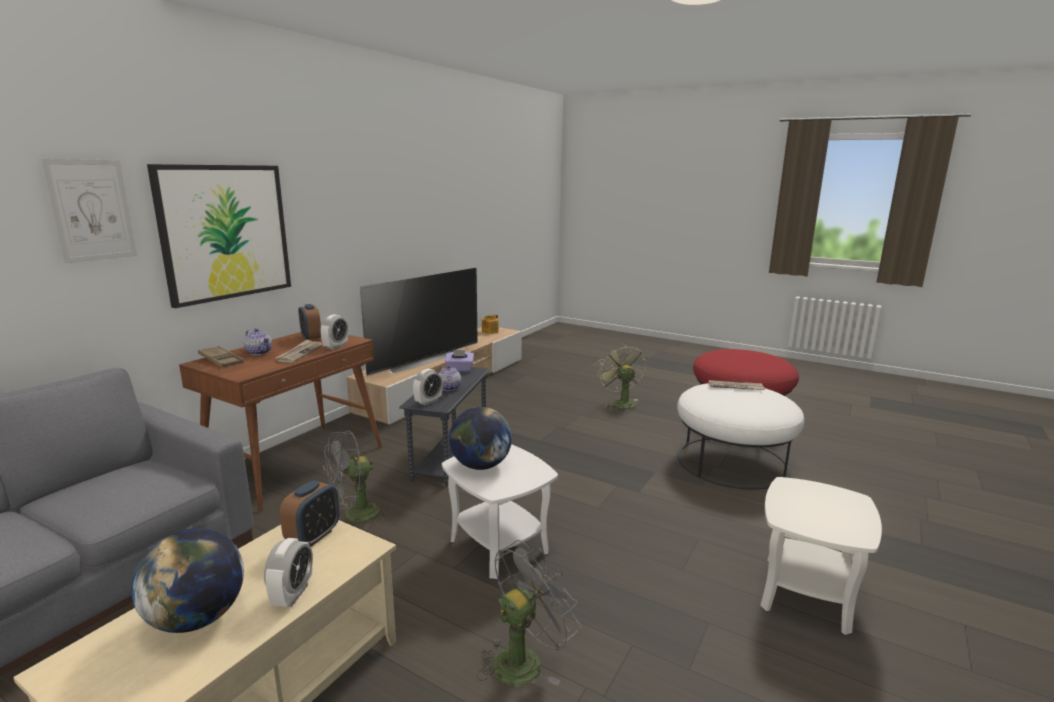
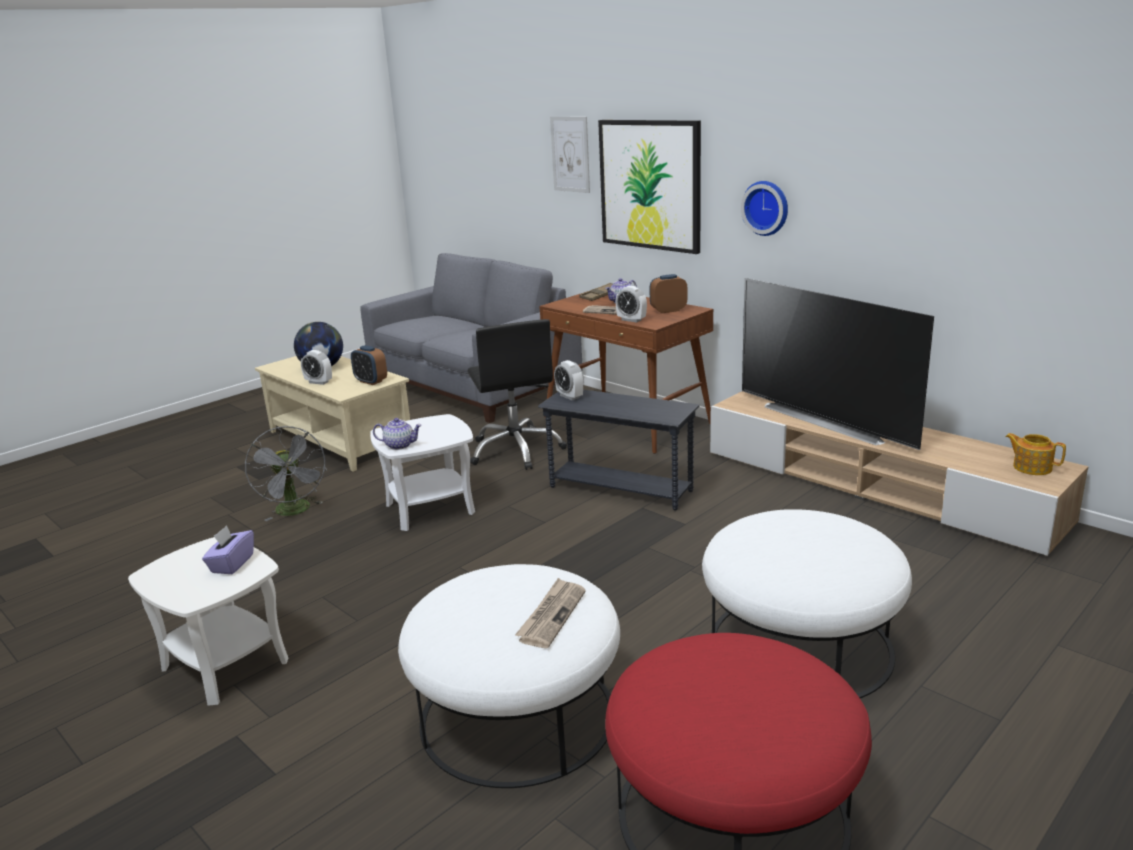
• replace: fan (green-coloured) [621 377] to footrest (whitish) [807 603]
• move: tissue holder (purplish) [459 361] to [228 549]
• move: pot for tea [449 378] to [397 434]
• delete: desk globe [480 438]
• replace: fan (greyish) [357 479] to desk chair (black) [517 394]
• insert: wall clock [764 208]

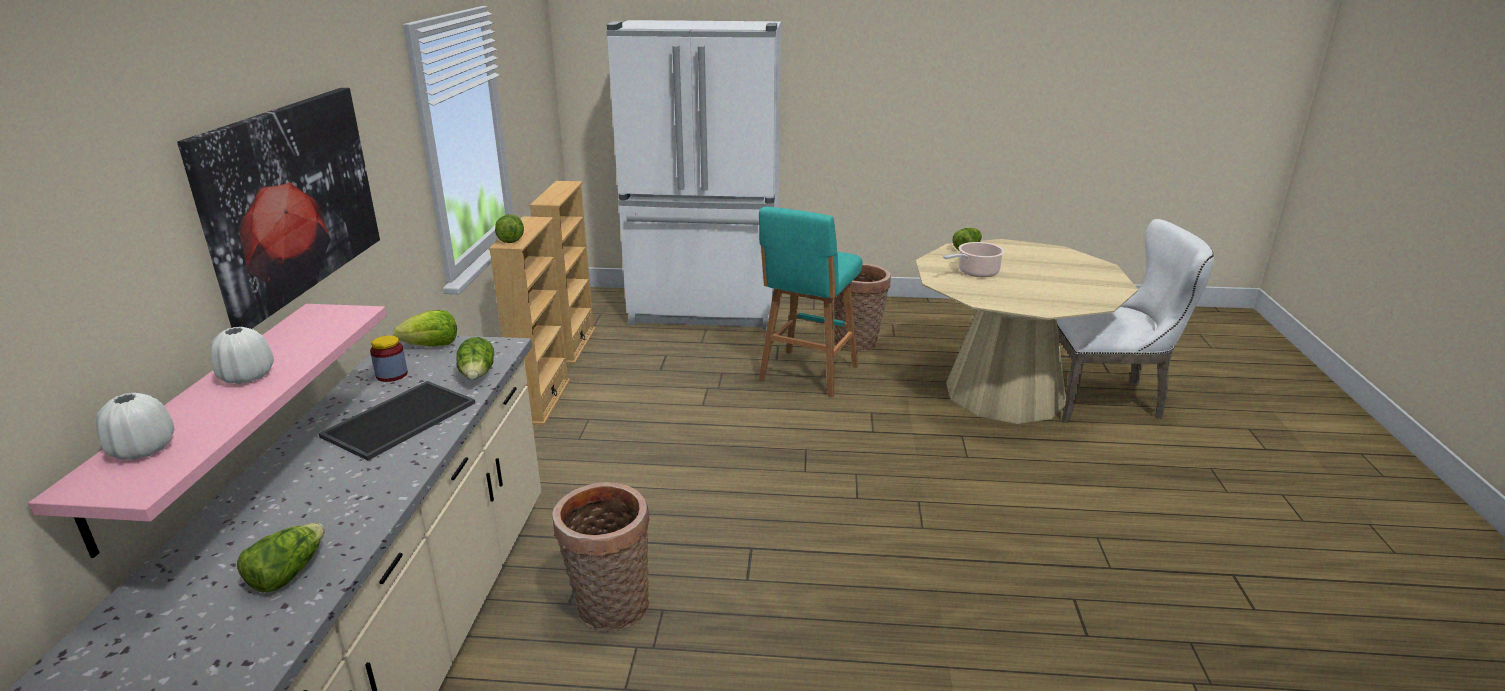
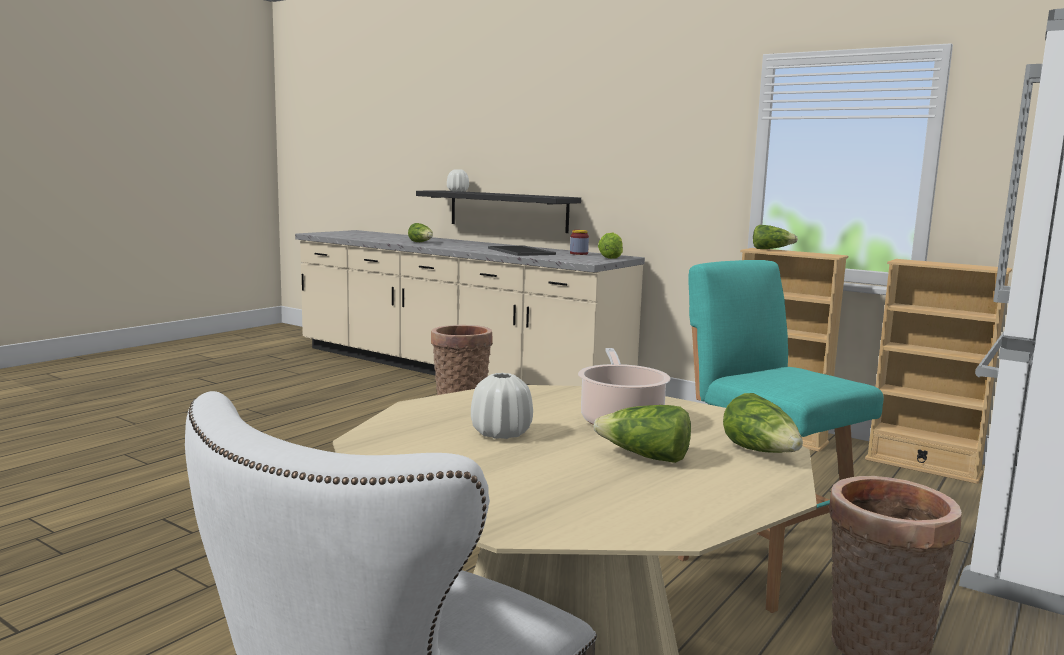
• delete: wall art [278 208]
• recolor: bracket shelf (pink-coloured) [207 431] to bracket shelf (black) [498 212]
• move: decorative vase (whitish) [242 355] to [502 406]
• move: head of lettuce [475 358] to [642 434]

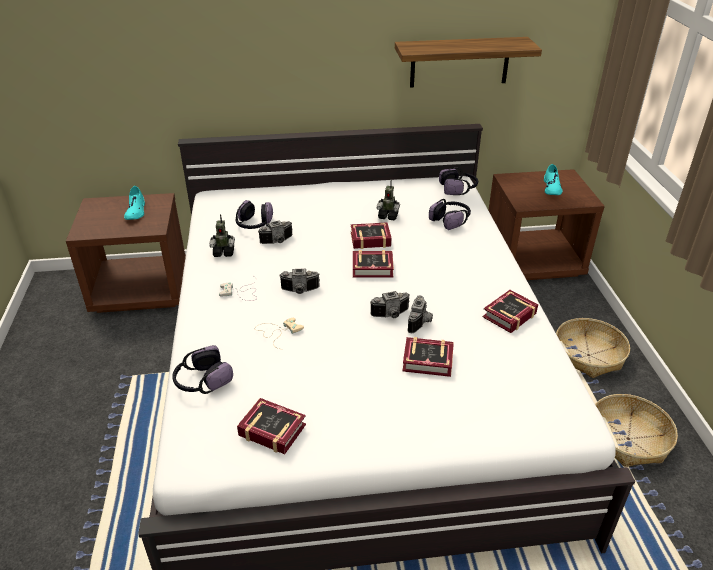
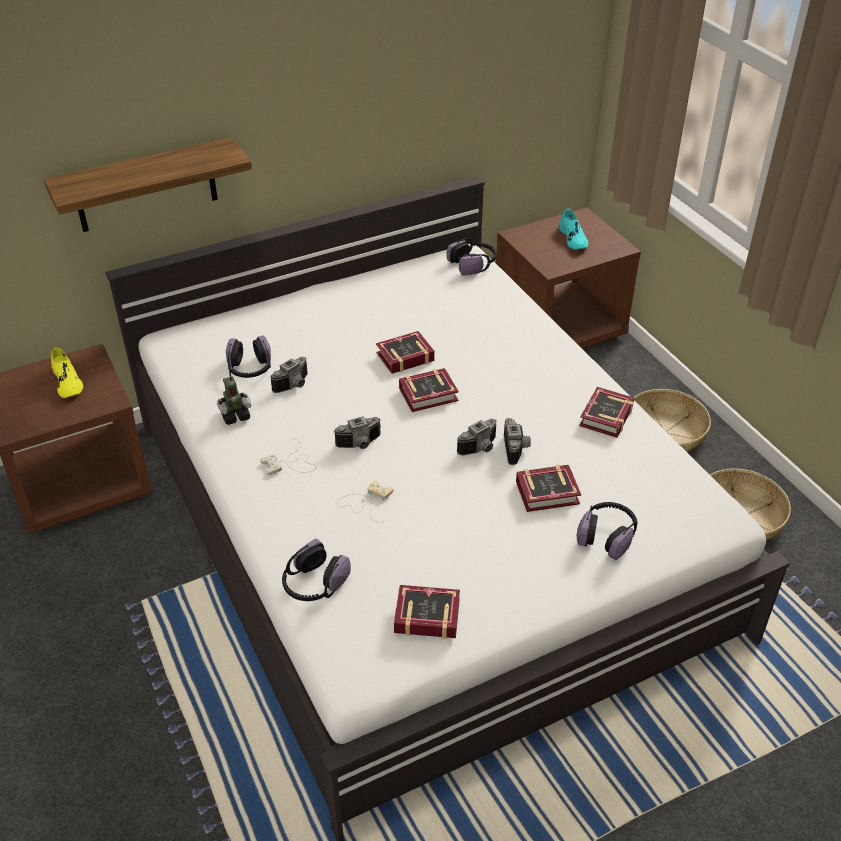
• move: bracket shelf [468 62] to [148 184]
• delete: toy robot [388 200]
• recolor: shoe (blue-green) [134 203] to shoe (yellowish) [67 372]
• move: pair of headphones [450 214] to [607 531]

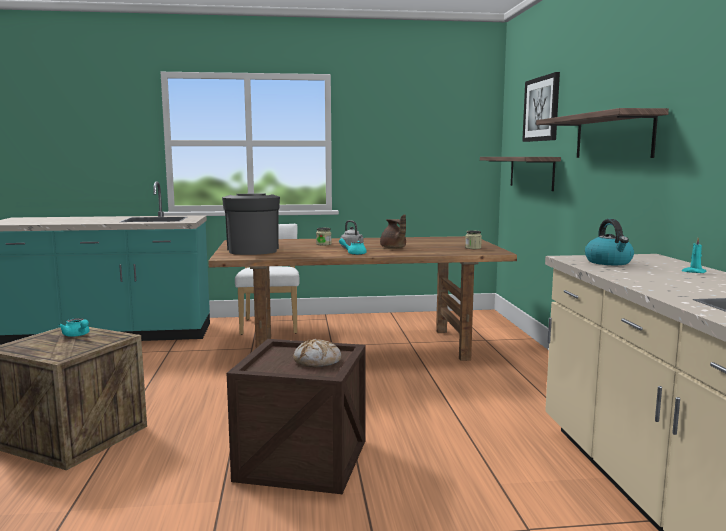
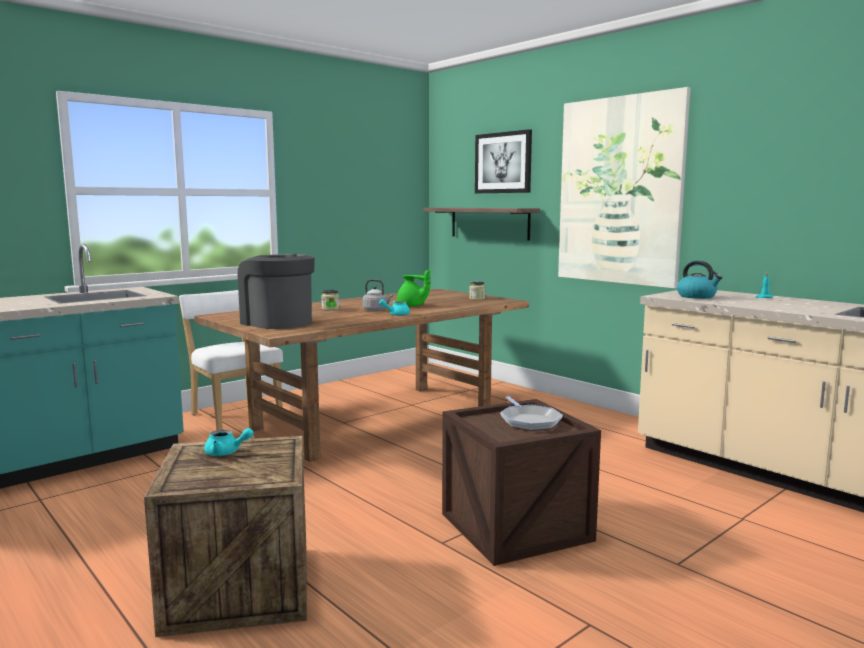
• replace: bracket shelf [602 133] to wall art [624 187]
• recolor: pot for tea (brown) [393 231] to pot for tea (green-coloured) [414 287]
• replace: baked bread [317 353] to frying pan [531 413]

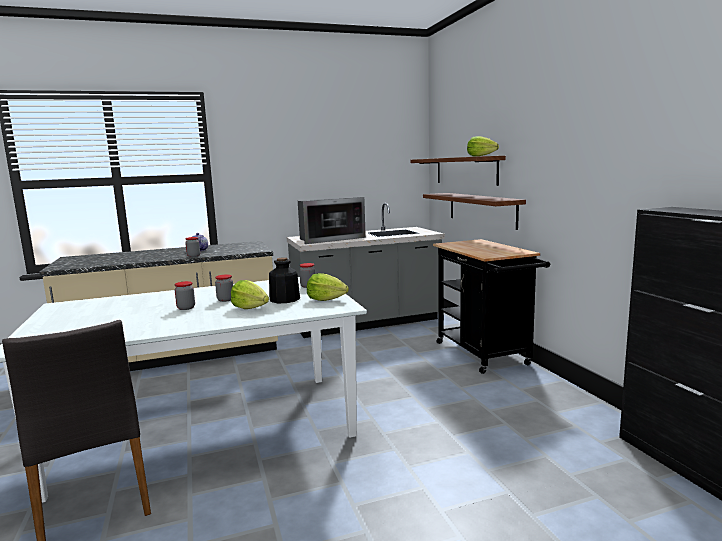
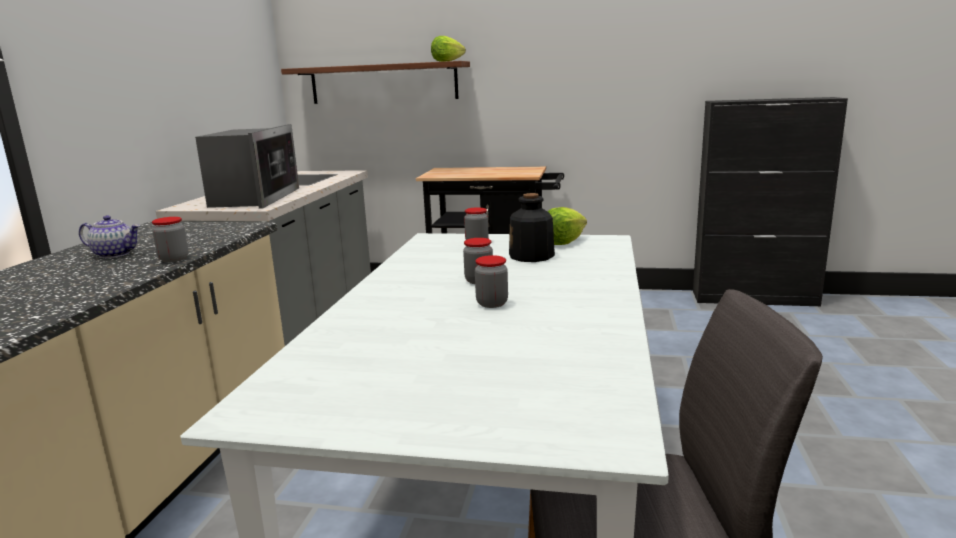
• delete: bracket shelf [474 211]
• delete: head of lettuce [250 294]

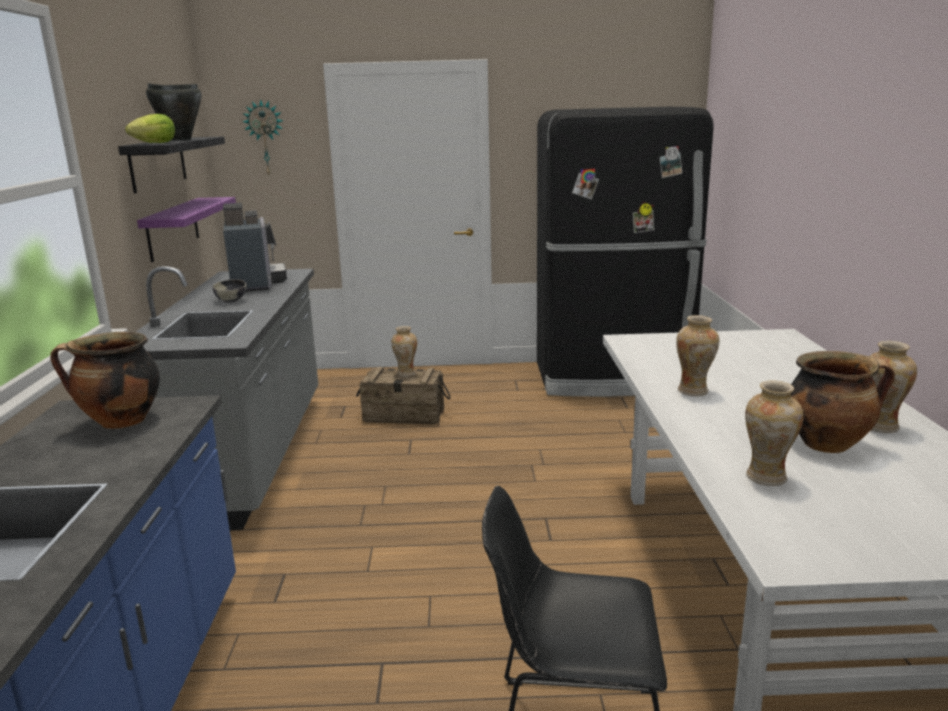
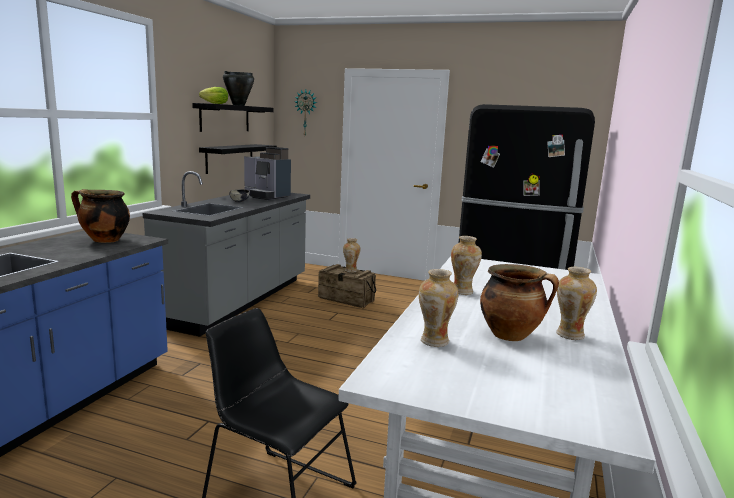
• recolor: bracket shelf (purplish) [186 229] to bracket shelf (black) [238 159]
• rotate: coffee machine [255 247] = [267 173] 120 degrees clockwise

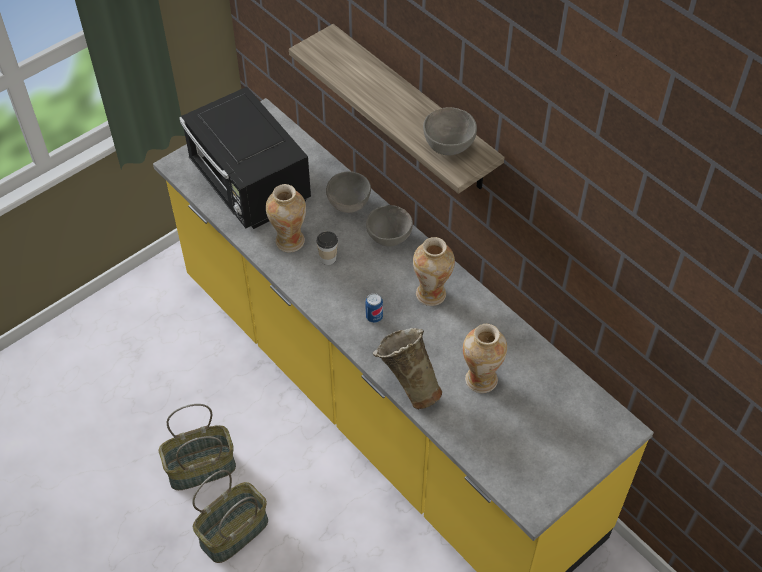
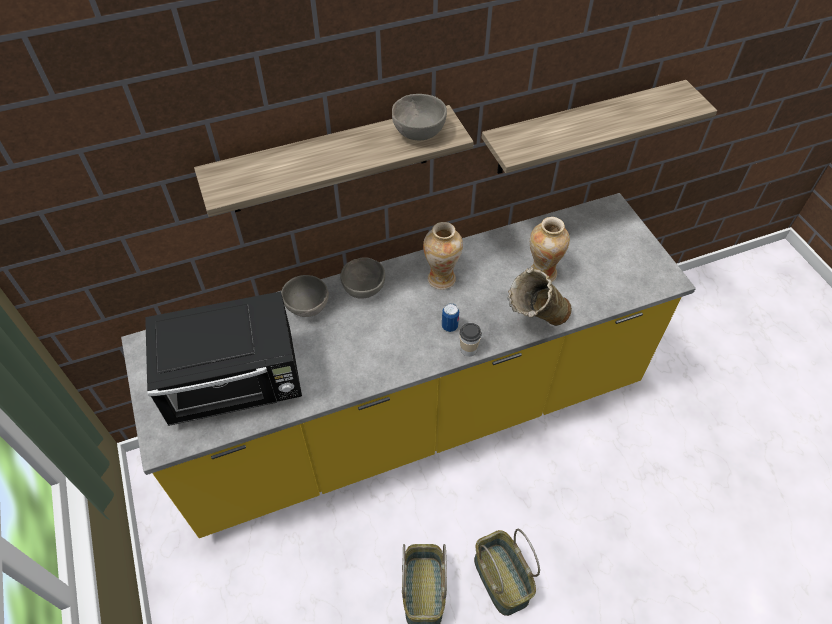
• delete: decorative vase [286 218]
• move: drinking cup [327 248] to [470 340]
• insert: bracket shelf [599 127]

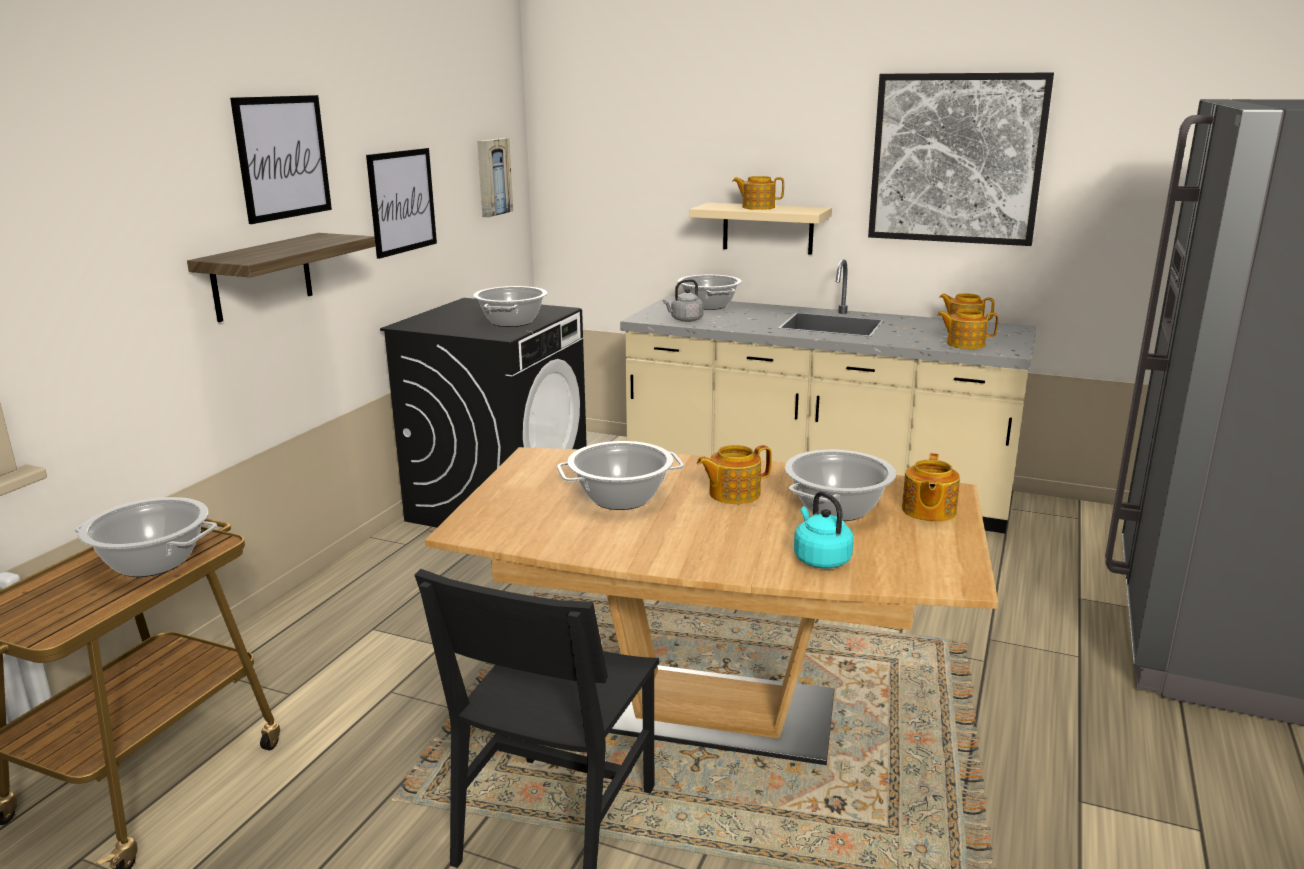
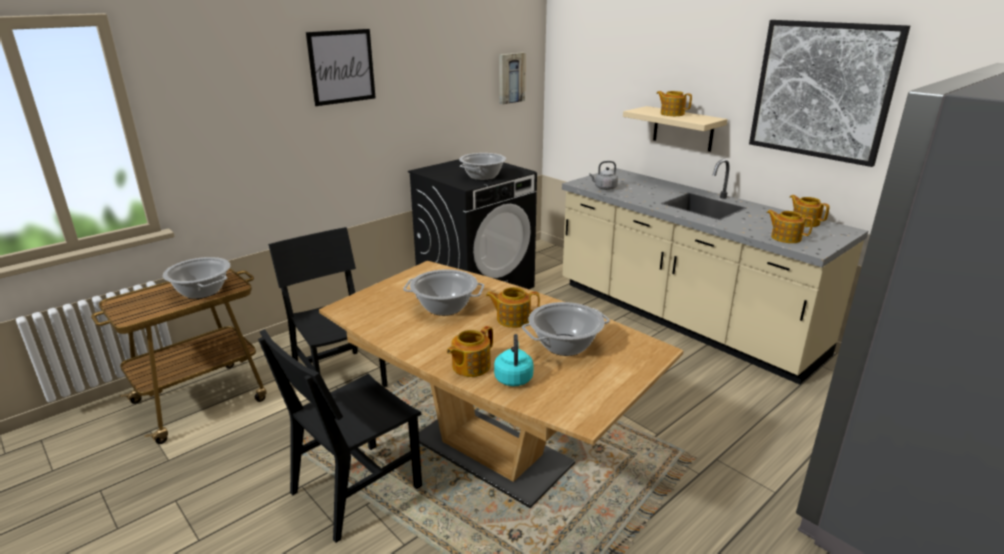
• delete: wall art [401 203]
• delete: bracket shelf [281 277]
• delete: cooking pot [709 292]
• move: pot for tea [931 487] to [470 351]
• insert: upright chair (black) [327 307]

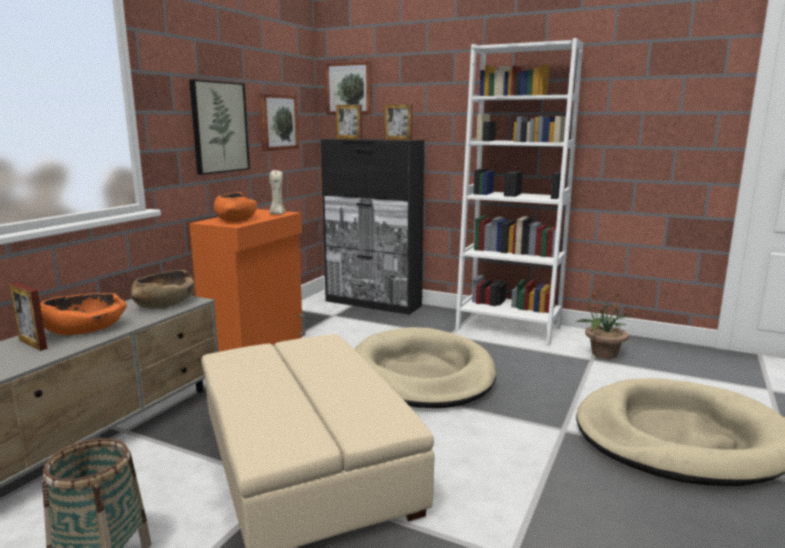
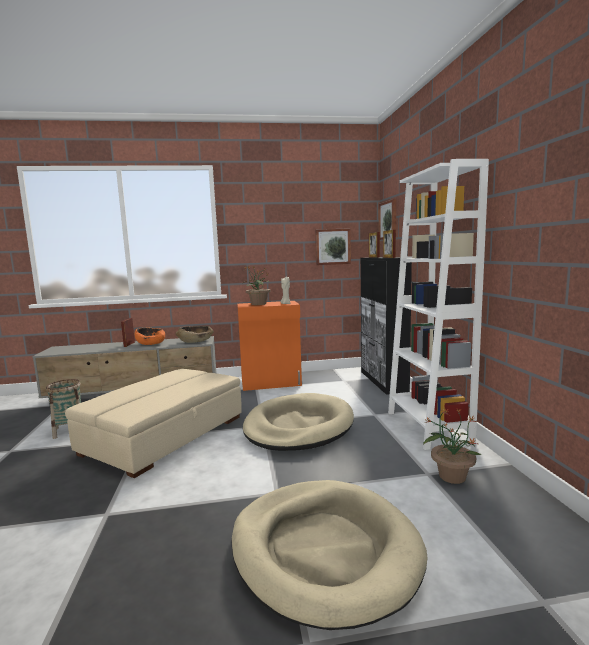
• delete: wall art [219 127]
• replace: bowl (orangey) [235 207] to potted plant [257 285]

